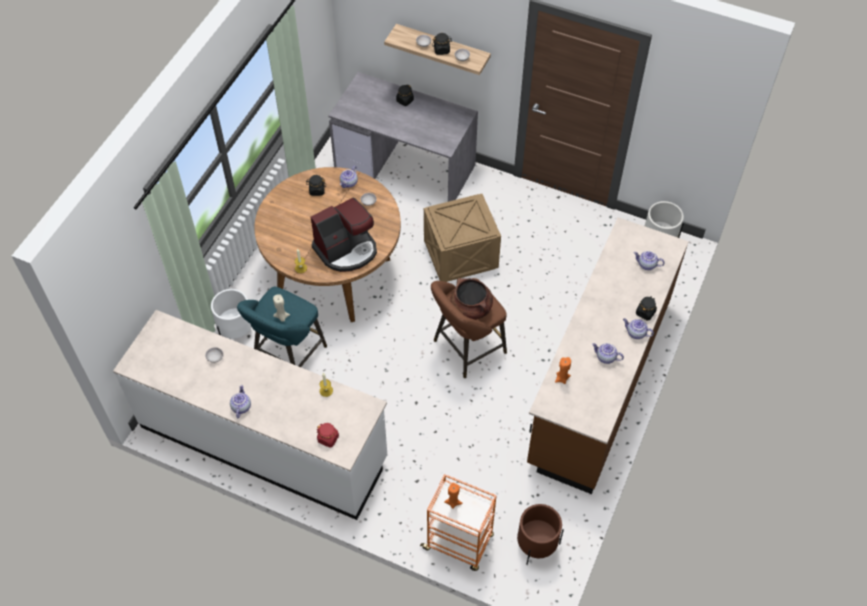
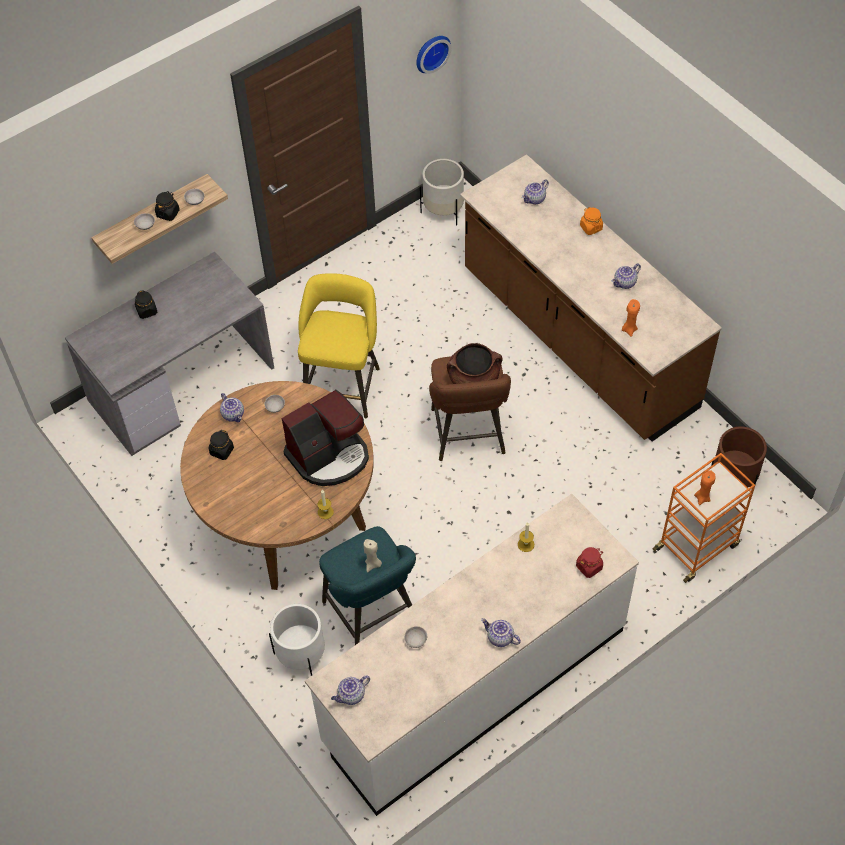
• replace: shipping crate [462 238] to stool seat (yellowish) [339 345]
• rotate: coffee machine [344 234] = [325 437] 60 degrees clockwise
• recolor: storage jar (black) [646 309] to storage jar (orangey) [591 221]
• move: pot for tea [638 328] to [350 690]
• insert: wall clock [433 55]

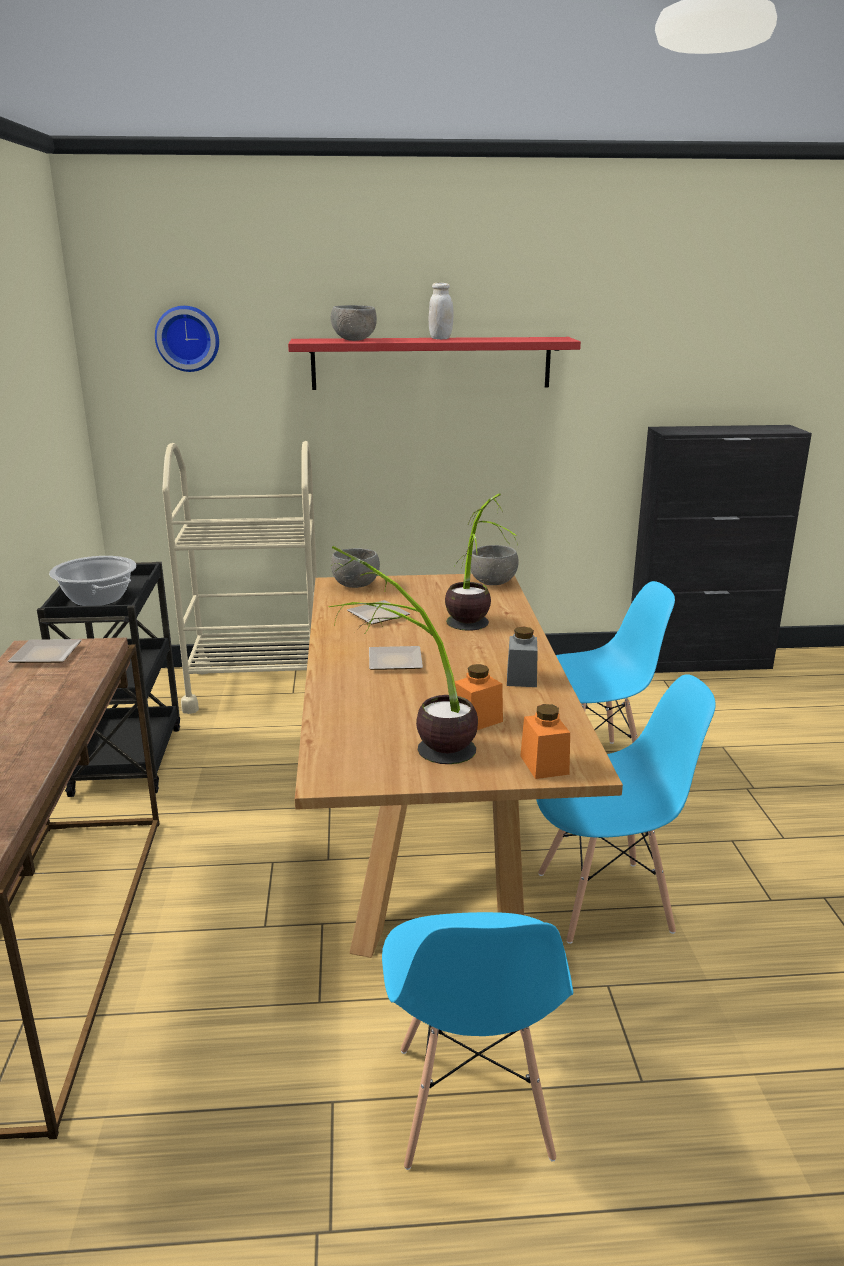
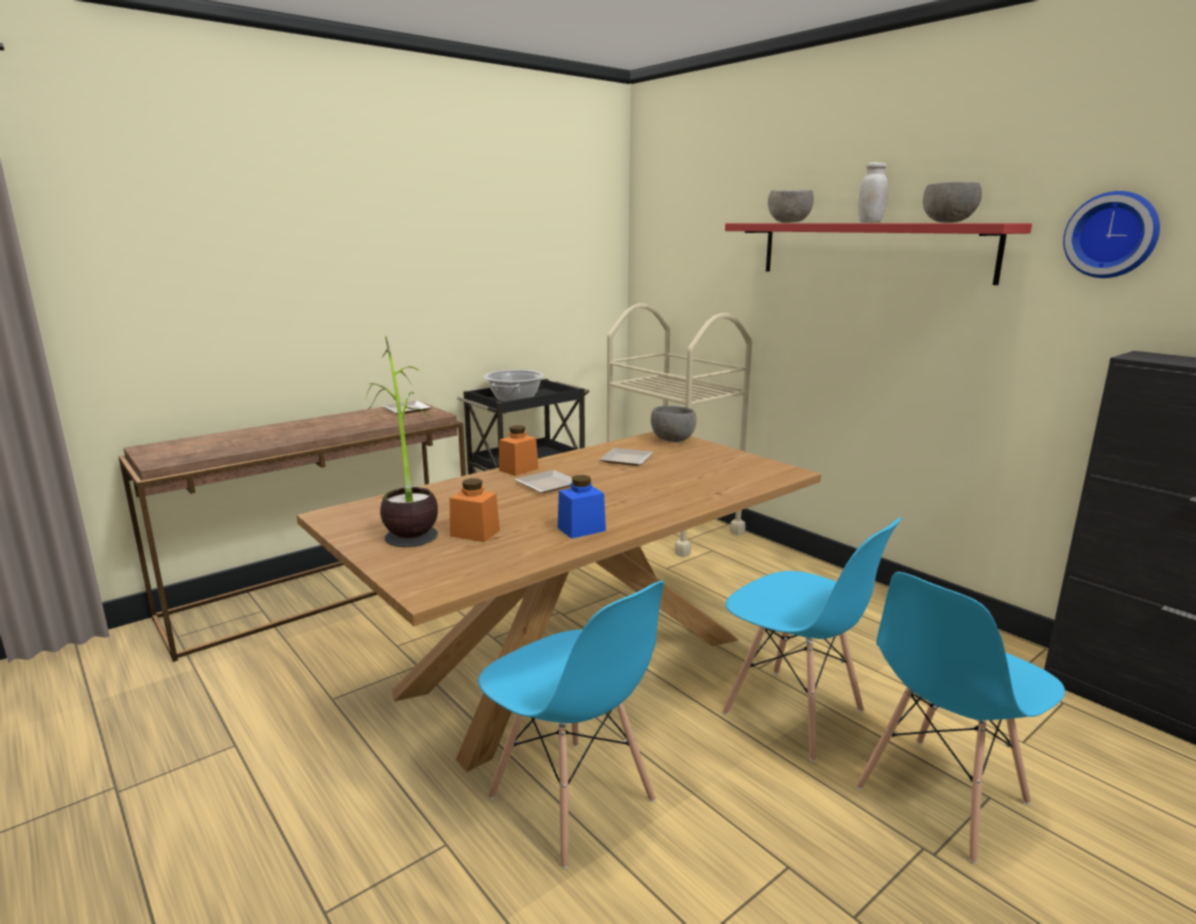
• move: wall clock [187 339] to [1111 234]
• delete: potted plant [482 562]
• move: bowl (greyish) [495 565] to [952 202]
• recolor: storage jar (greyish) [522 657] to storage jar (blue) [582 507]
• move: storage jar (orangey) [545 741] to [519 450]
• move: upright chair (blue) [477 1041] to [960 717]

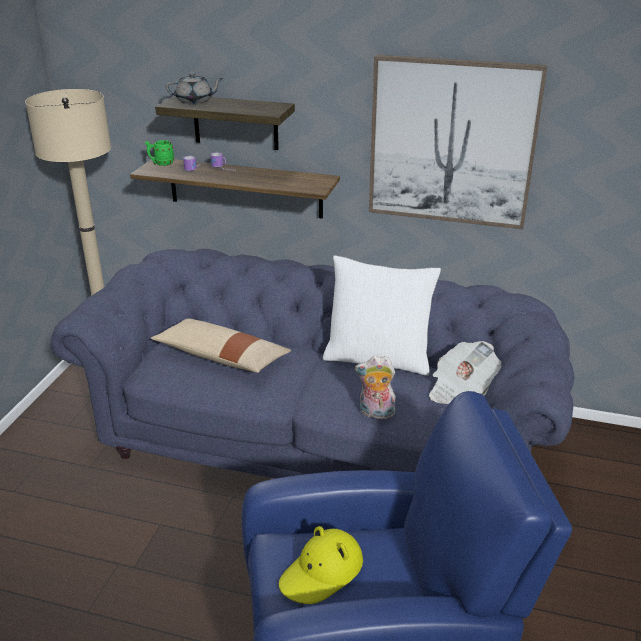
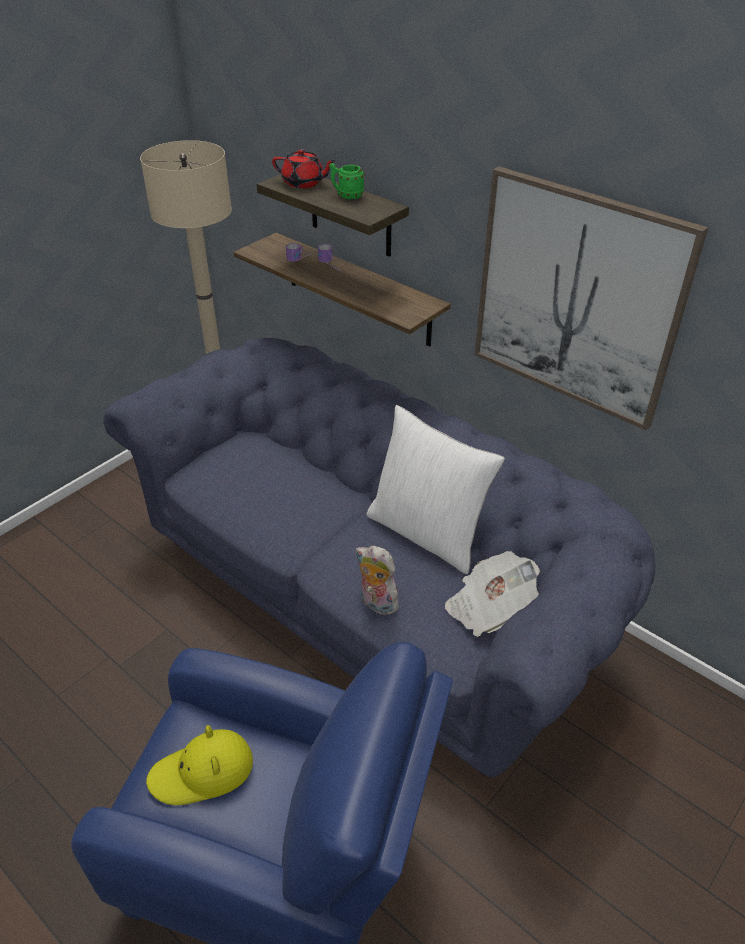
• recolor: pot for tea (greyish) [194 88] to pot for tea (red-coloured) [304 168]
• move: tea mug (green-coloured) [159 153] to [346 181]
• delete: pillow (beige-coloured) [221 346]

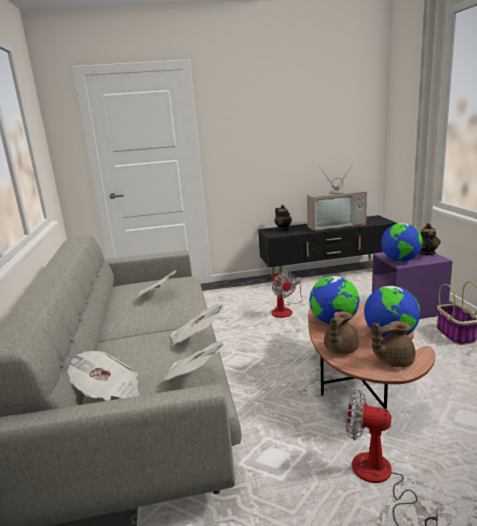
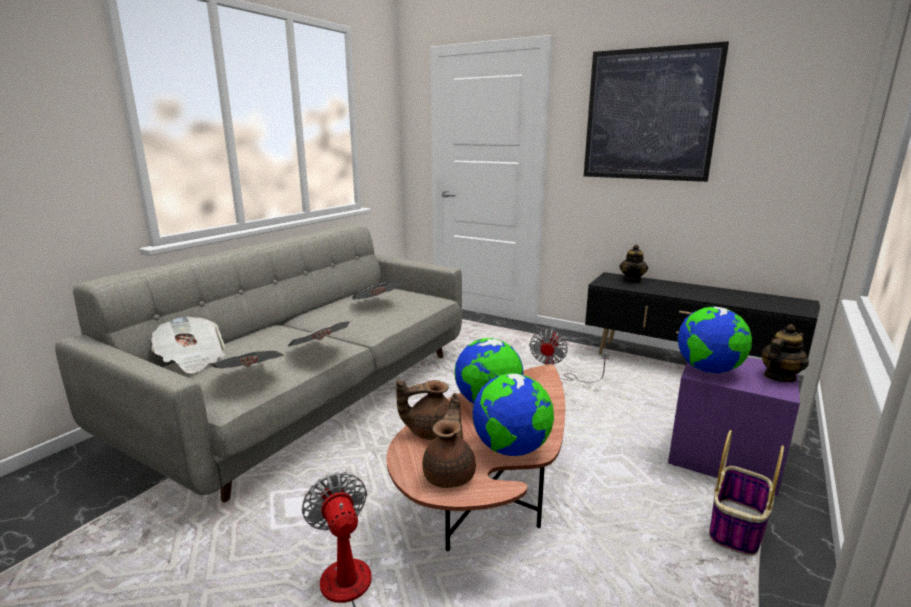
• delete: TV set [337 197]
• rotate: pot for tea (brown) [394 344] = [449 440] 75 degrees clockwise
• insert: wall art [656 111]

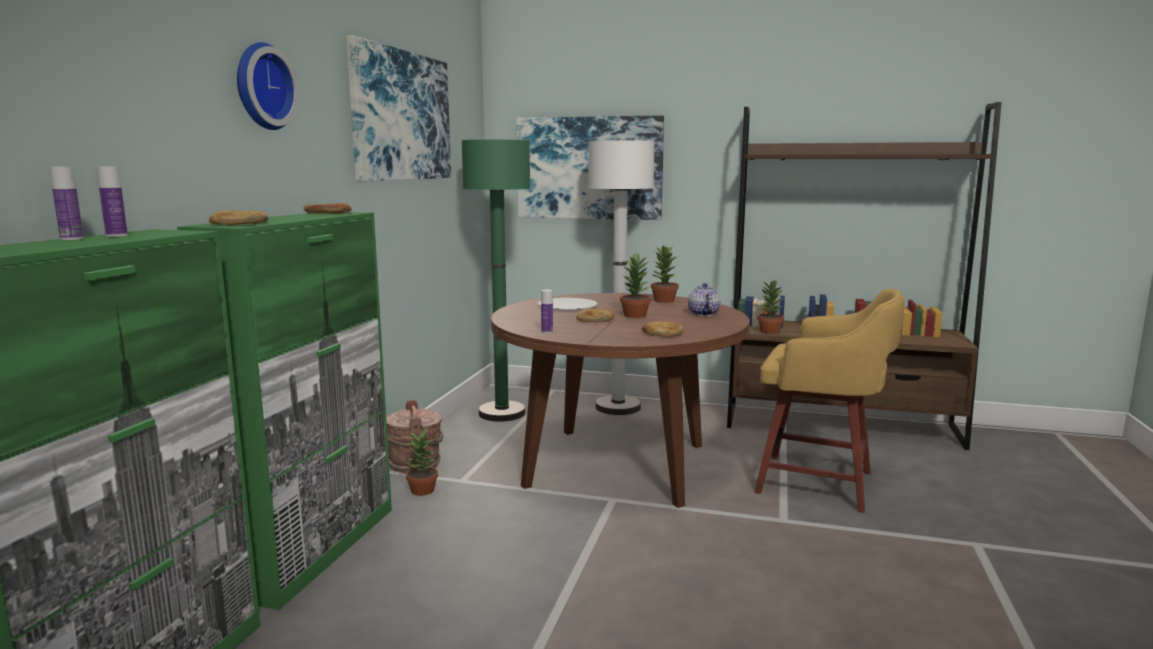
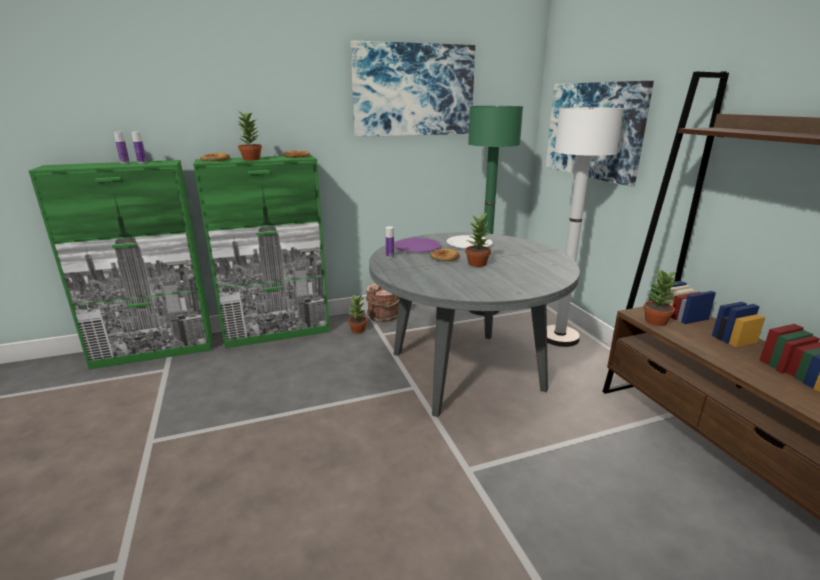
• delete: wall clock [268 86]
• move: potted plant [665 274] to [249 136]
• delete: pot for tea [704 299]
• delete: stool seat (yellowish) [830 401]
• recolor: dining table (brown) [620 400] to dining table (greyish) [474 325]
• delete: baked bread [662 328]
• insert: dinner plate (purplish) [417 245]

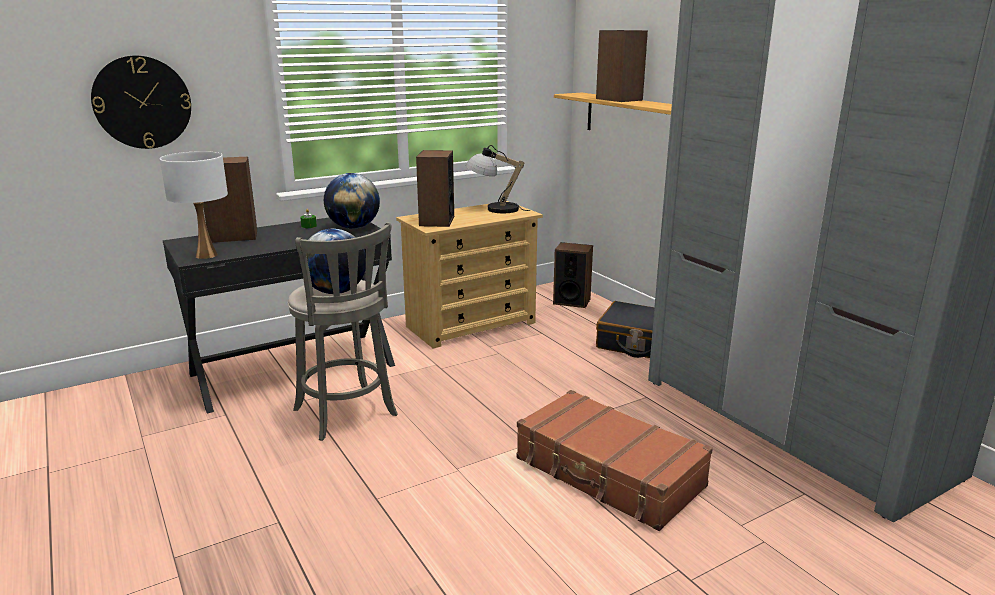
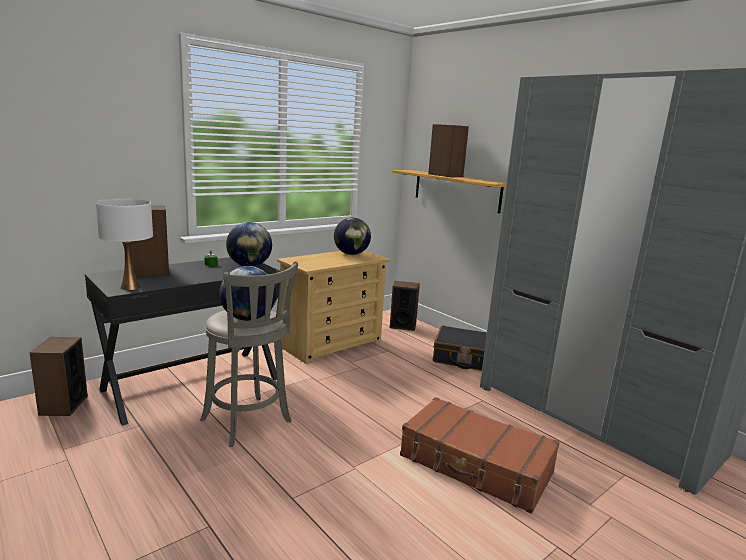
• delete: wall clock [141 102]
• replace: table lamp [498 179] to desk globe [352 236]
• move: audio speaker [435 188] to [59 376]

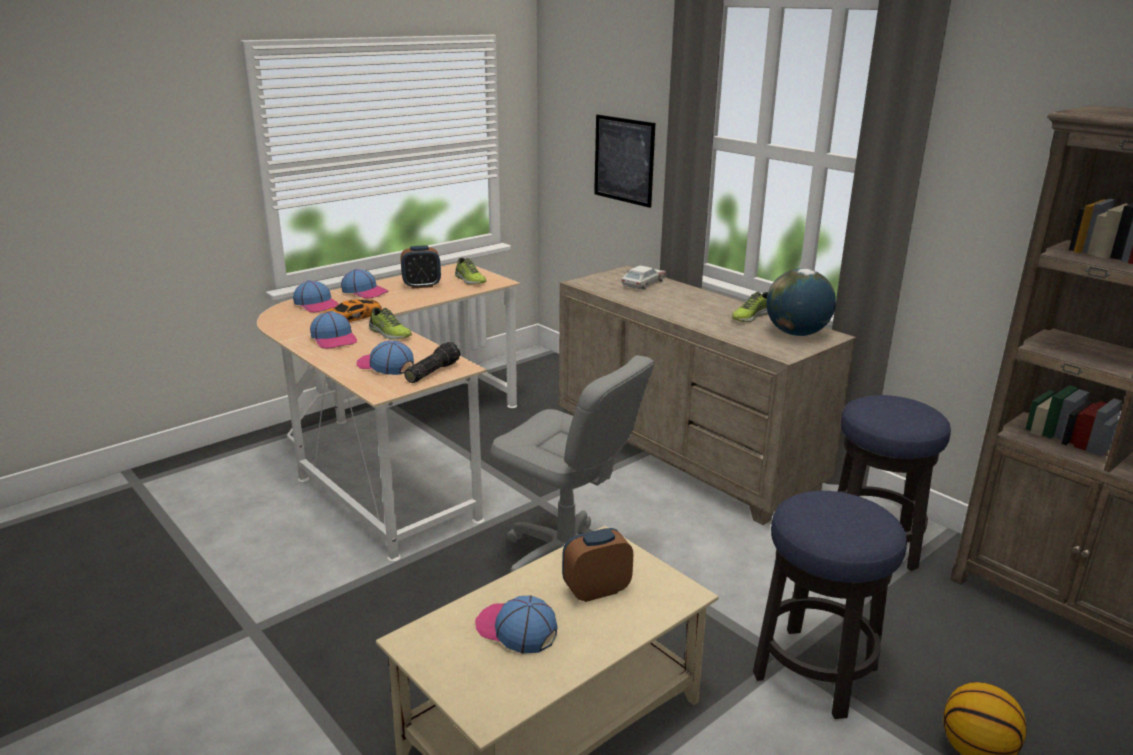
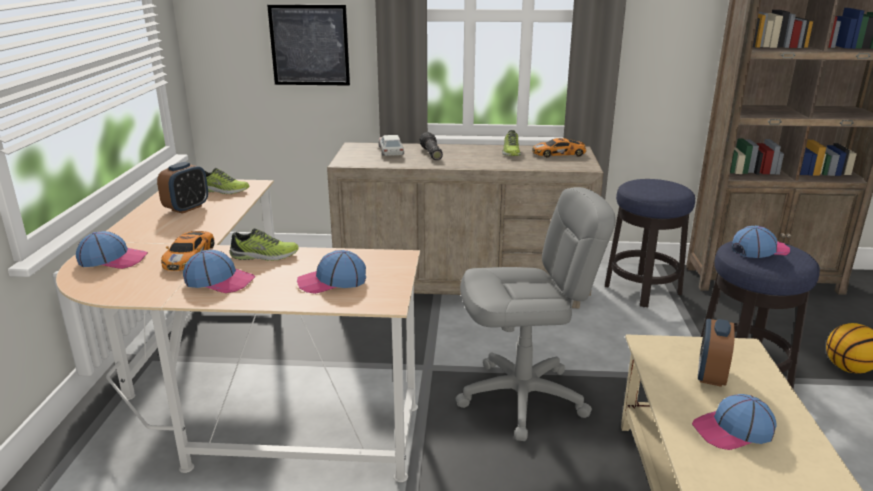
• replace: desk globe [801 302] to miniature car [559 147]
• move: baseball cap [365 284] to [761 241]
• move: torch [432 362] to [431 146]

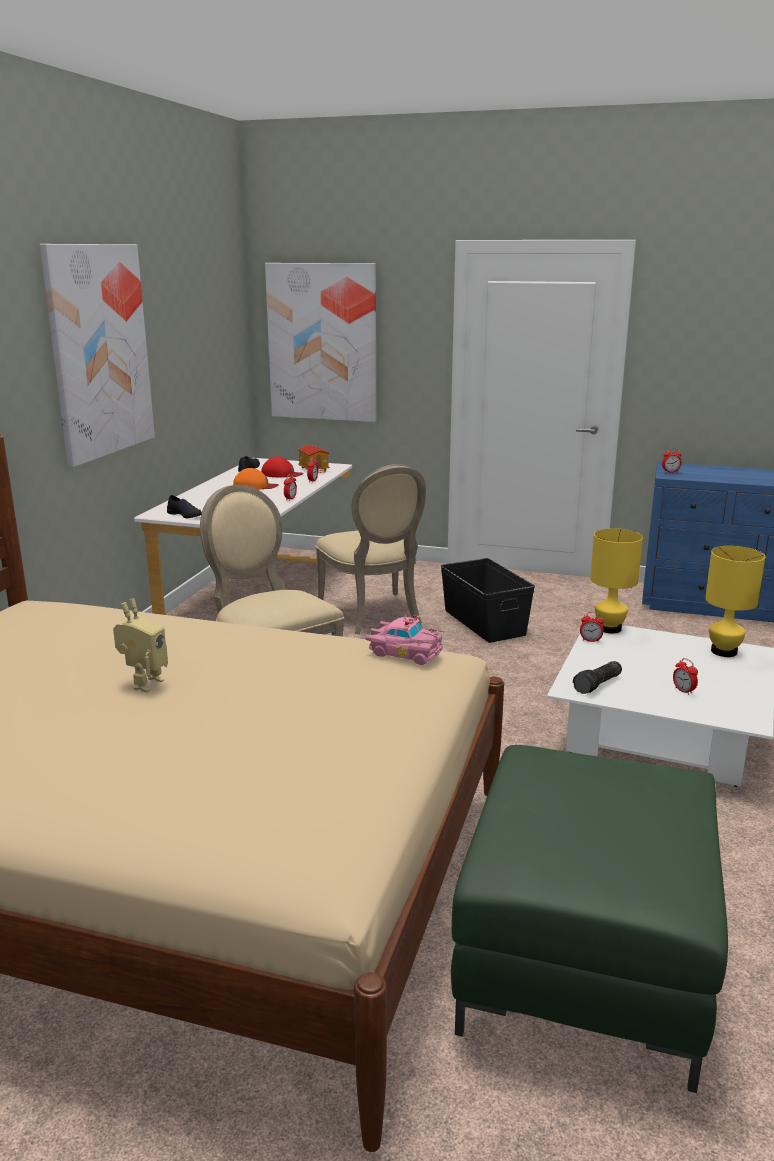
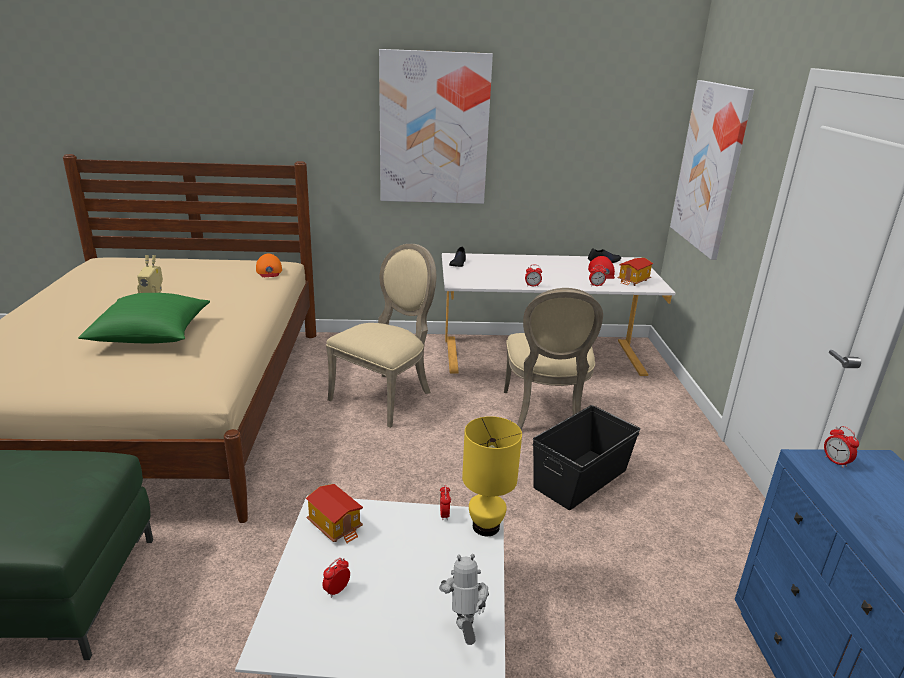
• rotate: upright chair (beige-coloured) [371 549] = [553 359] 45 degrees counterclockwise
• move: baseball cap (orangey) [256 479] to [269 265]
• replace: table lamp (yellowish) [735 601] to toy robot [464 599]
• delete: miniature car (pink-coloured) [404 639]
• replace: torch [597 677] to model house [334 514]
• insert: pillow (green-coloured) [144 318]

